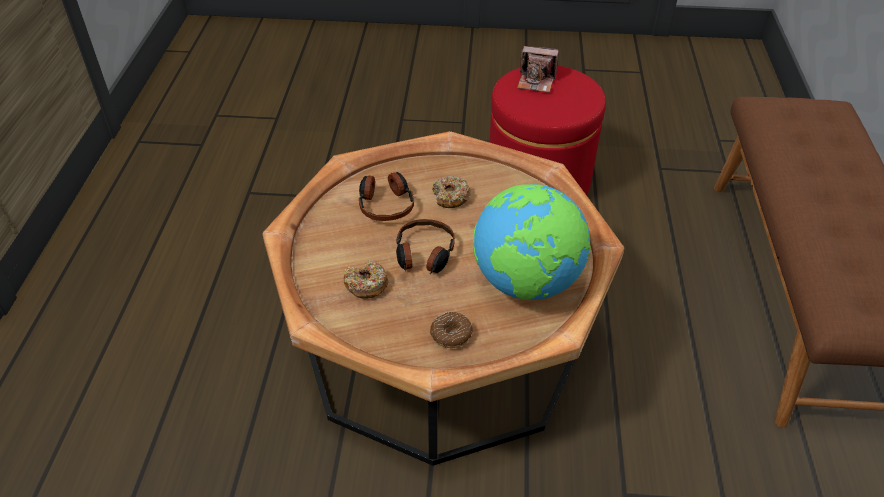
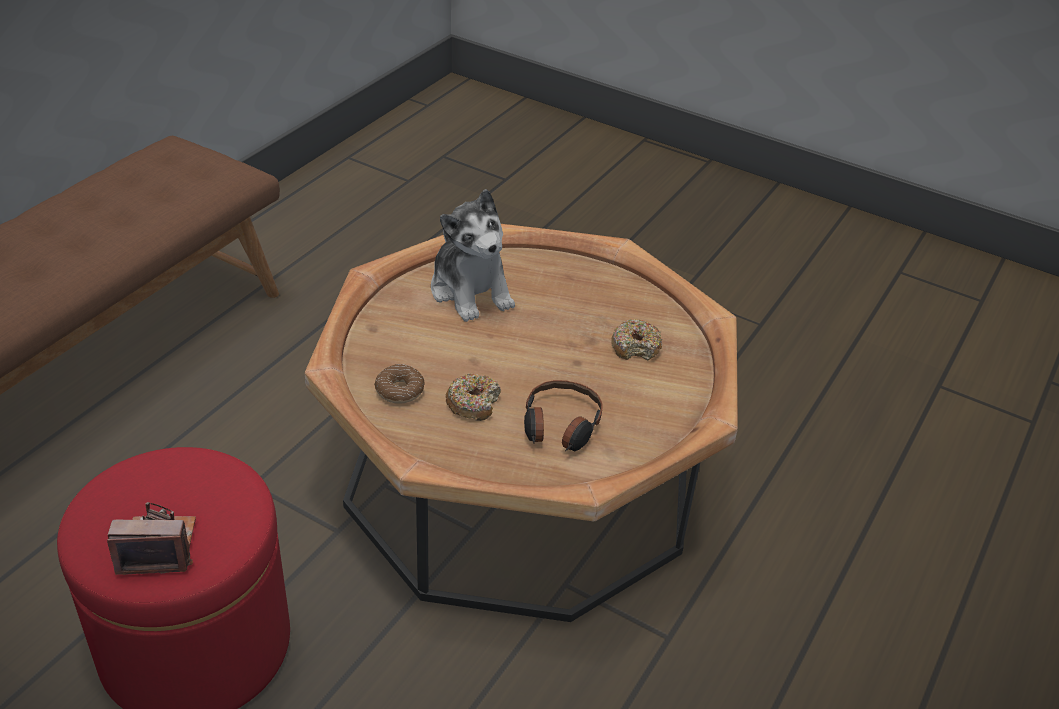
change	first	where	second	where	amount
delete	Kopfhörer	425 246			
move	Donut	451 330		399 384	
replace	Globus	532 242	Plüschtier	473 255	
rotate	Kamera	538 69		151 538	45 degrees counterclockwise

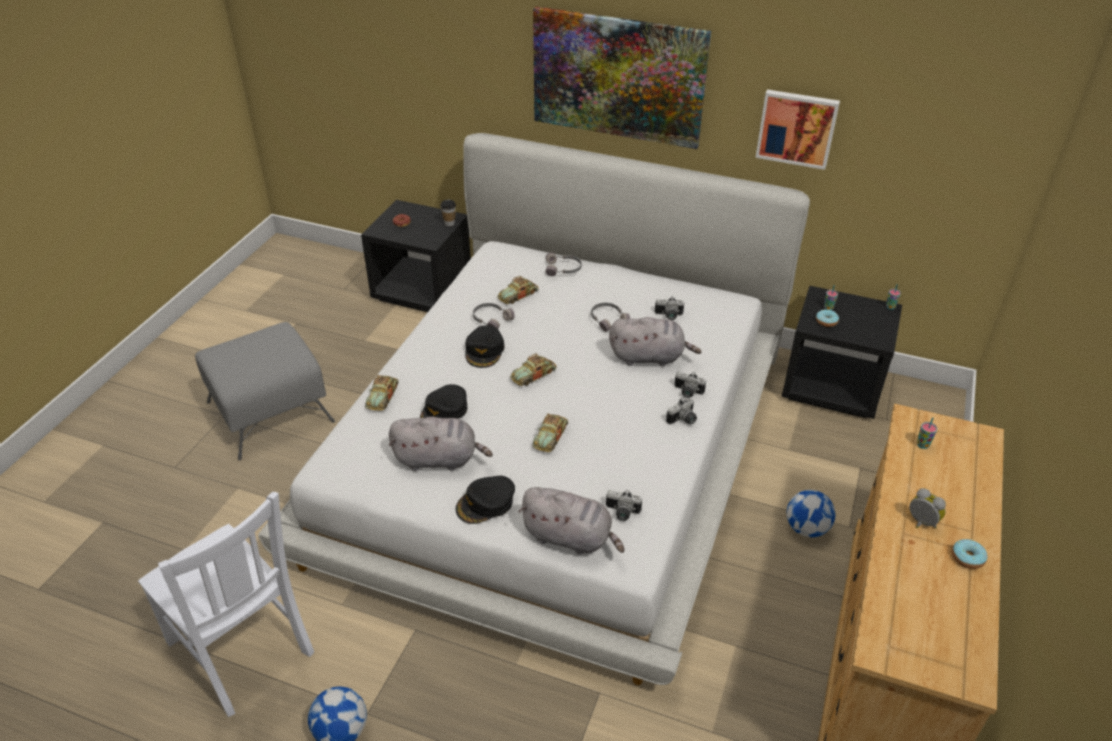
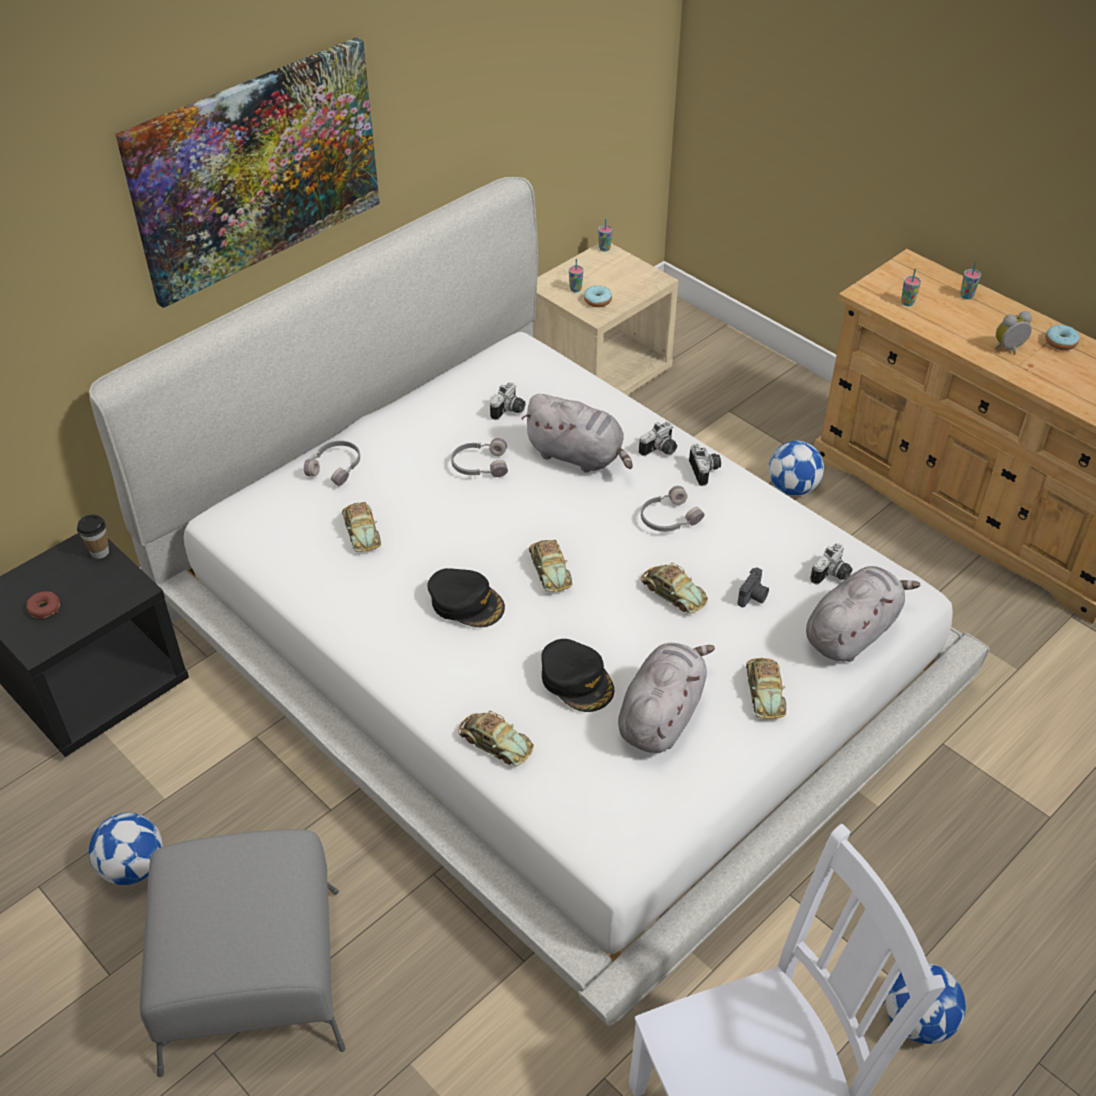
change	first	where	second	where	amount
delete	Bild	798 129			
insert			Fußball	126 849	
insert			Kamera	753 587	
insert			Tasse	970 280	
move	Kopfhörer [grau]	494 316		673 509	
replace	Kappe [schwarz]	485 500	Spielzeugauto	766 688	
recolor	Nachttisch [schwarz]	842 352	Nachttisch [beige]	606 319	
rotate	Plüschtier [grau]	655 341		577 433	90 degrees clockwise

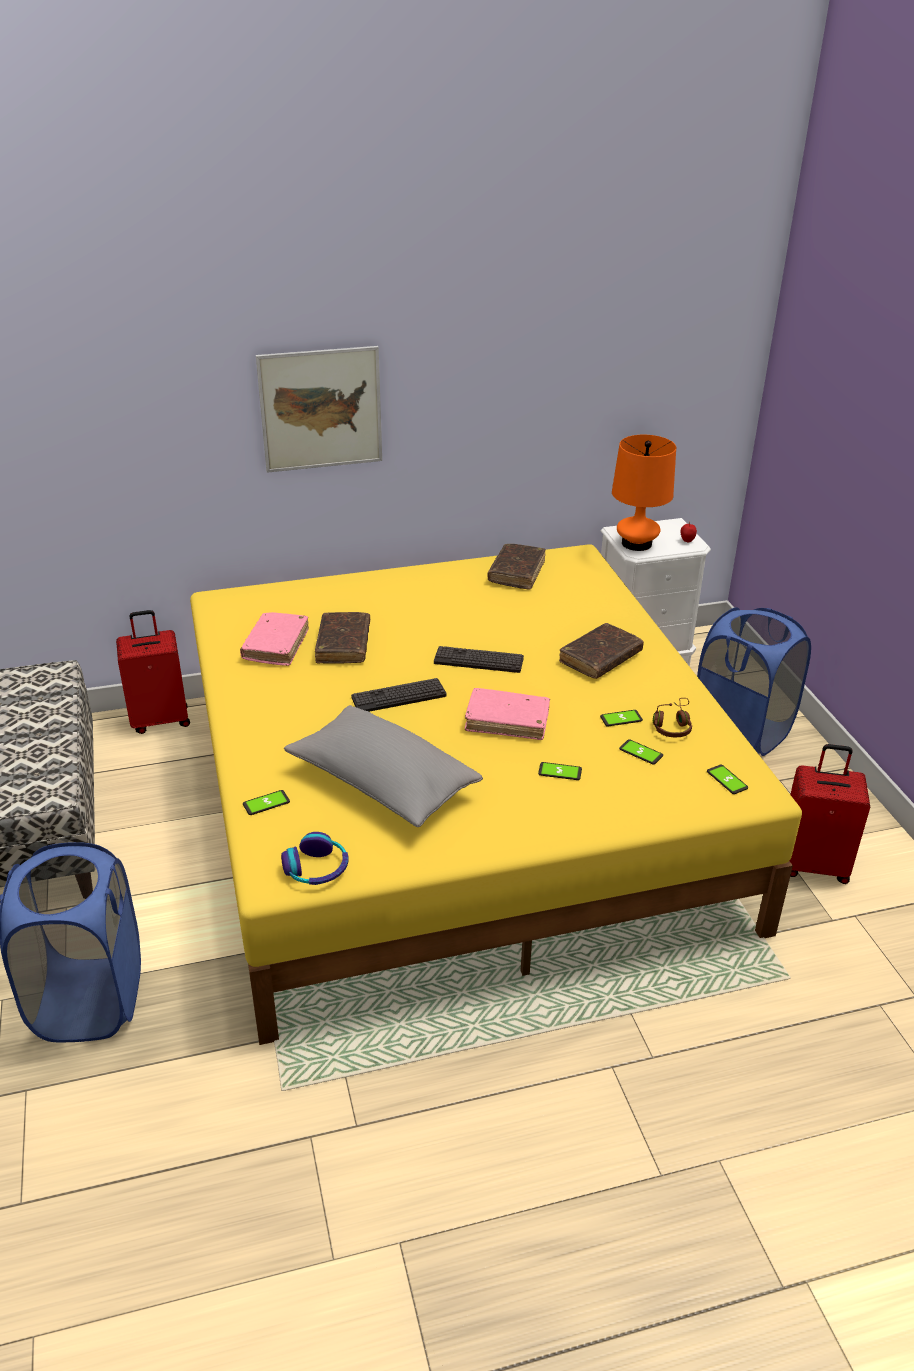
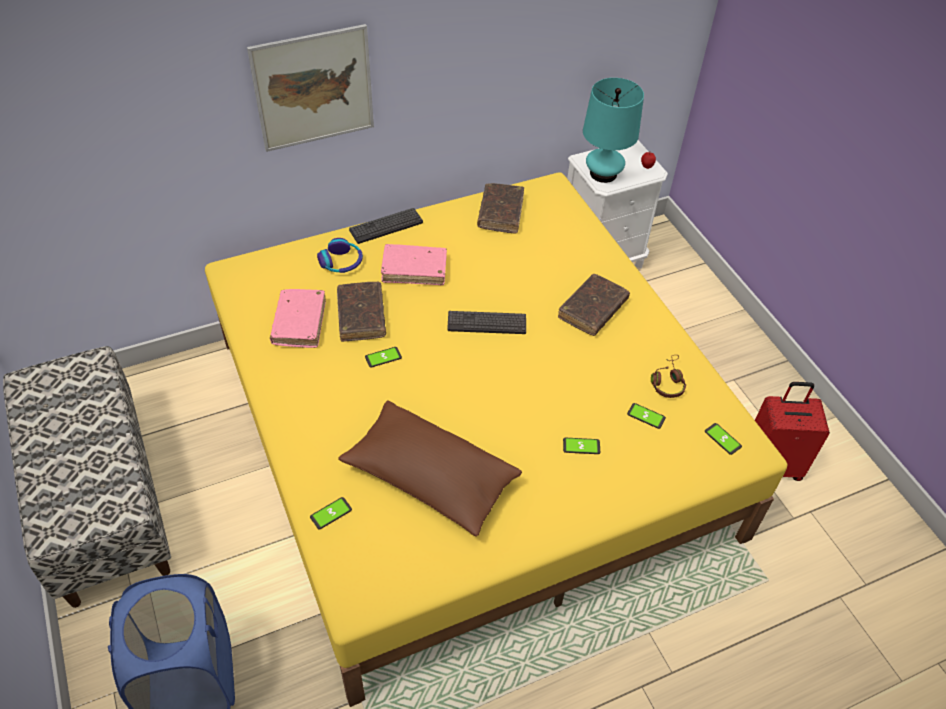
change	first	where	second	where	amount
delete	Koffer [rot]	153 672			
delete	Wäschekorb [blau]	754 681			
move	Kopfhörer	315 858		340 255	
move	Tastatur	399 695		386 226	
move	Buch [rosa]	507 714		414 264	
move	Handy	621 718		383 357	
recolor	Kissen [grau]	383 766	Kissen [braun]	430 469	
recolor	Tischlampe [orange]	644 493	Tischlampe [türkis]	613 130	

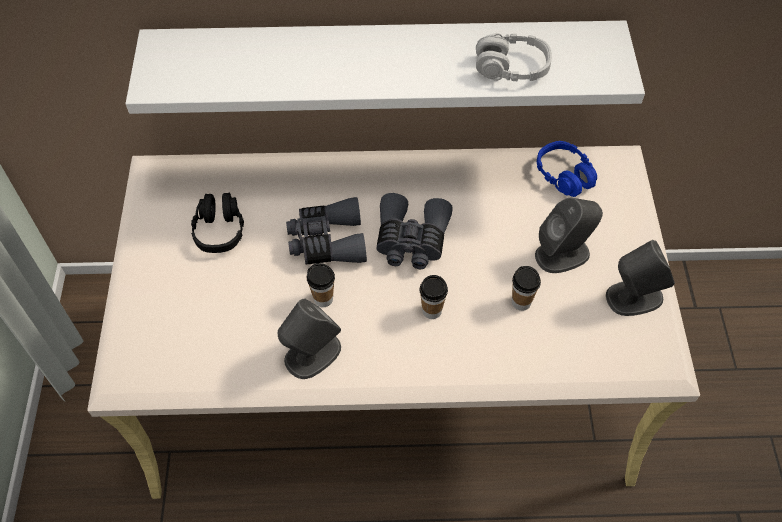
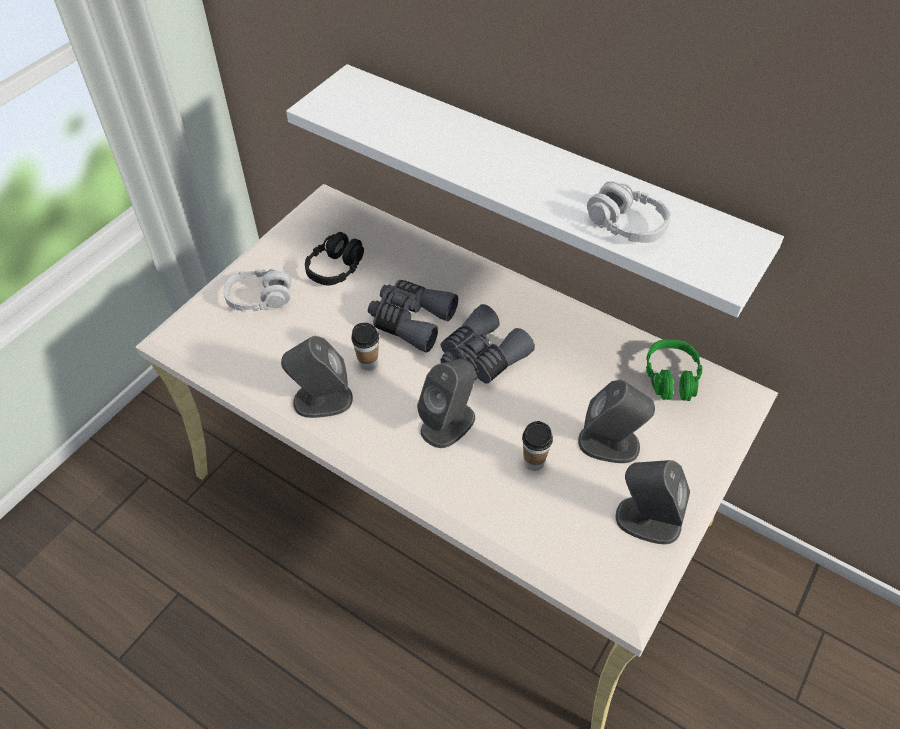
change	first	where	second	where	amount
insert			Kopfhörer [grau]	257 290	
replace	Tasse	433 297	Lautsprecher [grau]	446 403	
recolor	Kopfhörer [blau]	567 169	Kopfhörer [grün]	674 370	

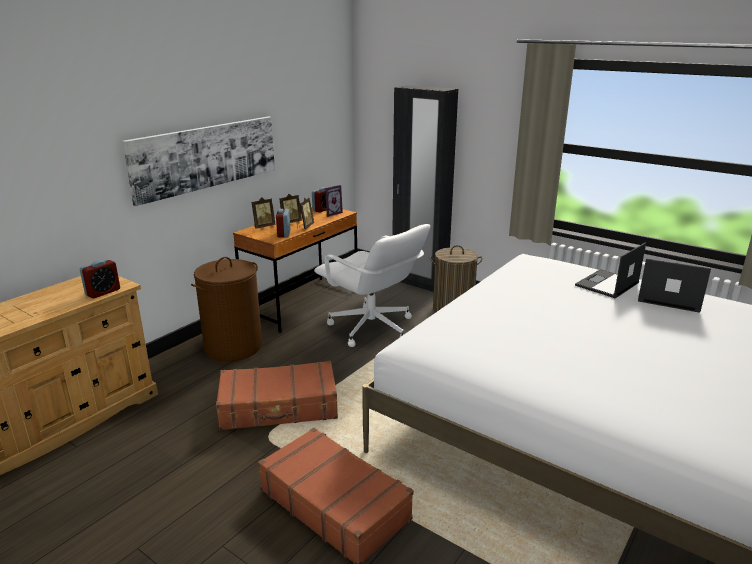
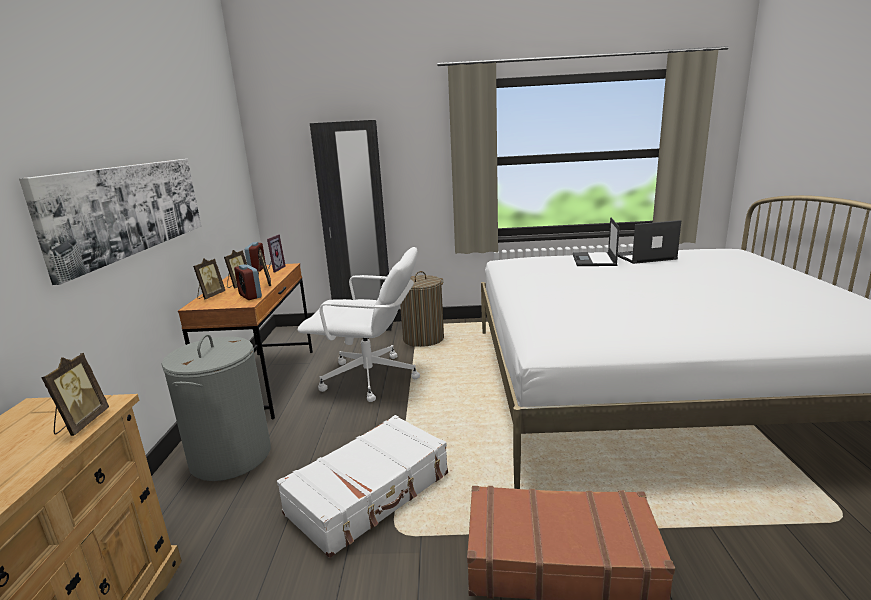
change	first	where	second	where	amount
replace	Wecker	100 278	Bilderrahmen	75 394	
recolor	Wäschekorb [braun]	226 309	Wäschekorb [grau]	216 407	
recolor	Koffer [braun]	277 395	Koffer [weiß]	362 486	

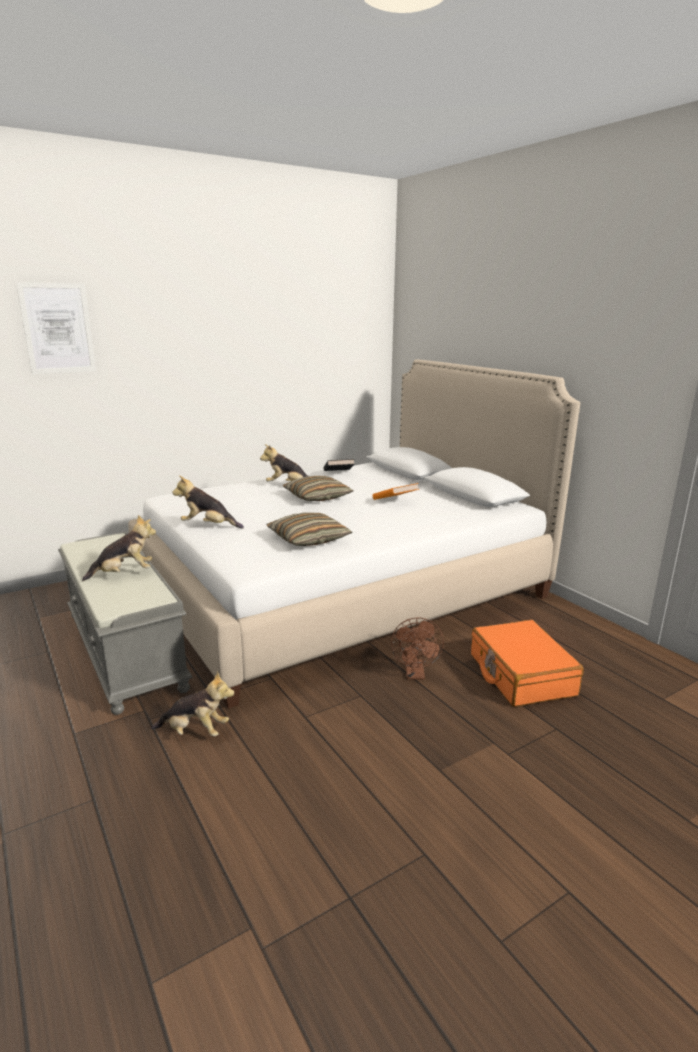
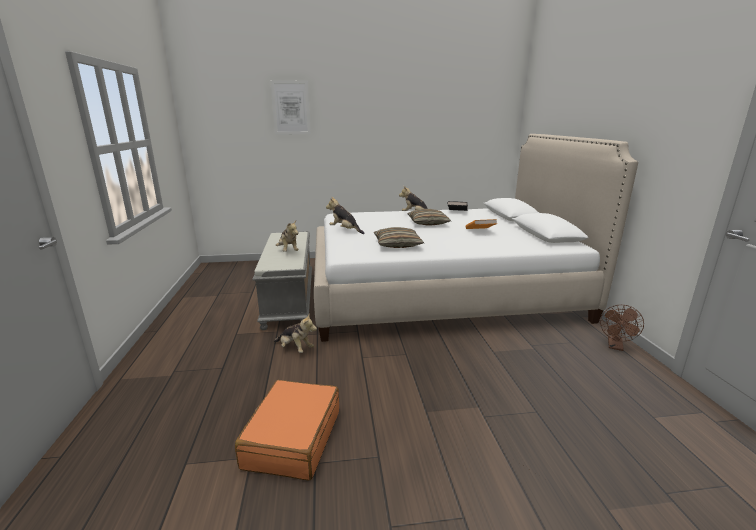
change	first	where	second	where	amount
move	Ventilator [braun]	417 648		622 328	
move	Koffer [orange]	527 663		287 430	
rotate	Plüschtier	119 548		287 236	60 degrees clockwise

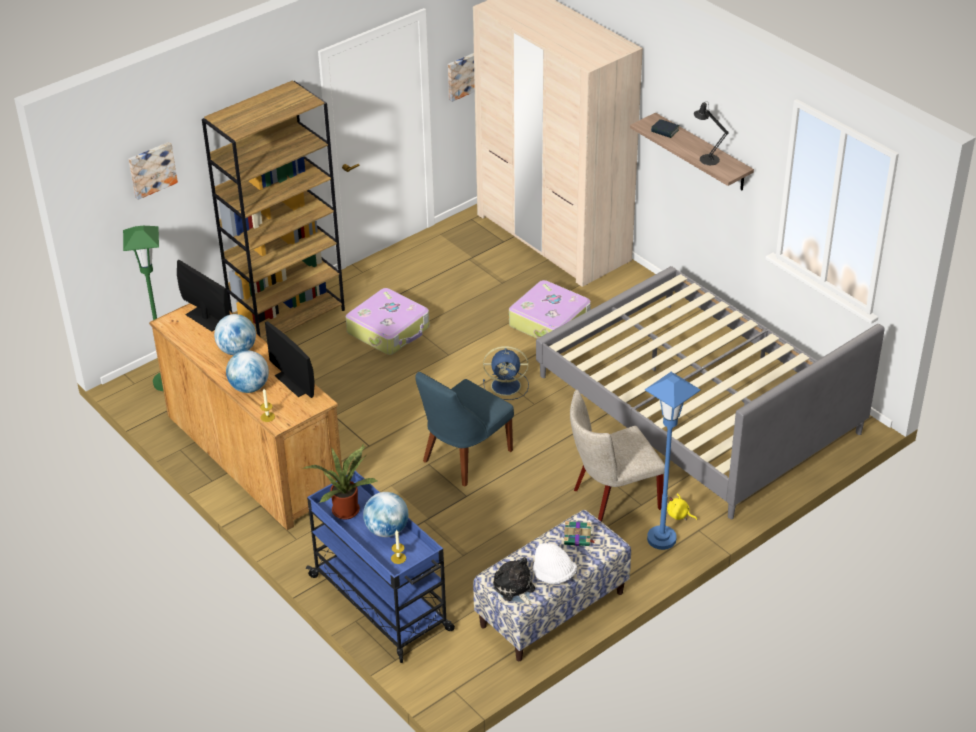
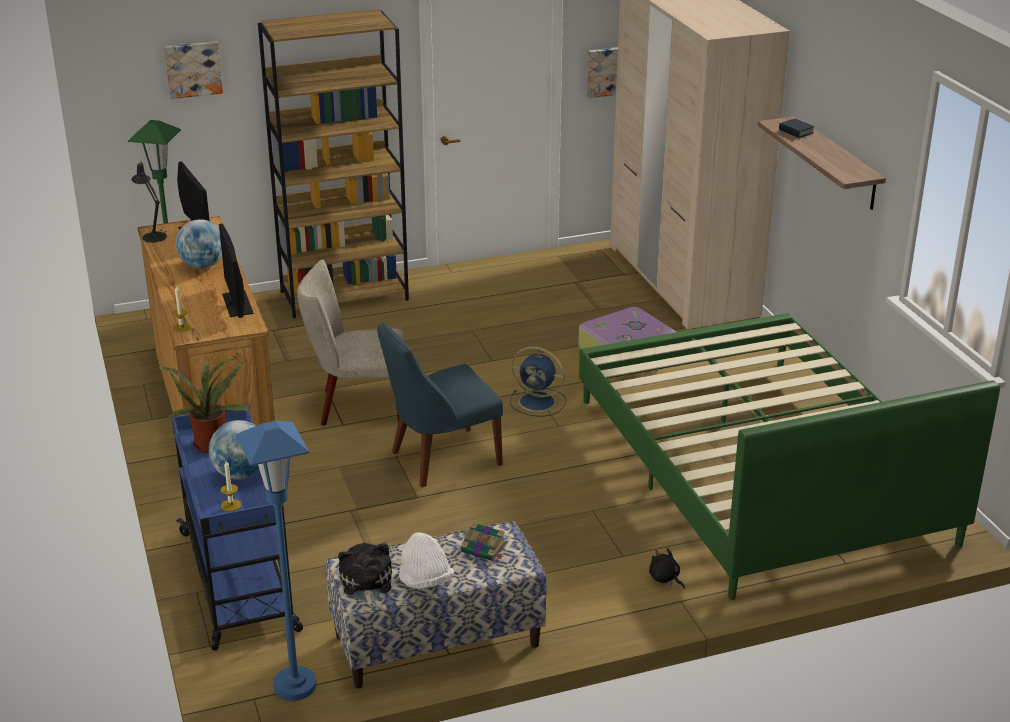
change	first	where	second	where	amount
delete	Globus	247 371			
delete	Koffer	388 321			
move	Stuhl [beige]	617 456		350 342	
move	Stehlampe [blau]	673 461		276 561	
move	Tischlampe [schwarz]	711 133		149 202	
recolor	Bett [grau]	710 392	Bett [grün]	789 456	
recolor	Plüschtier [gelb]	682 507	Plüschtier [schwarz]	667 568	

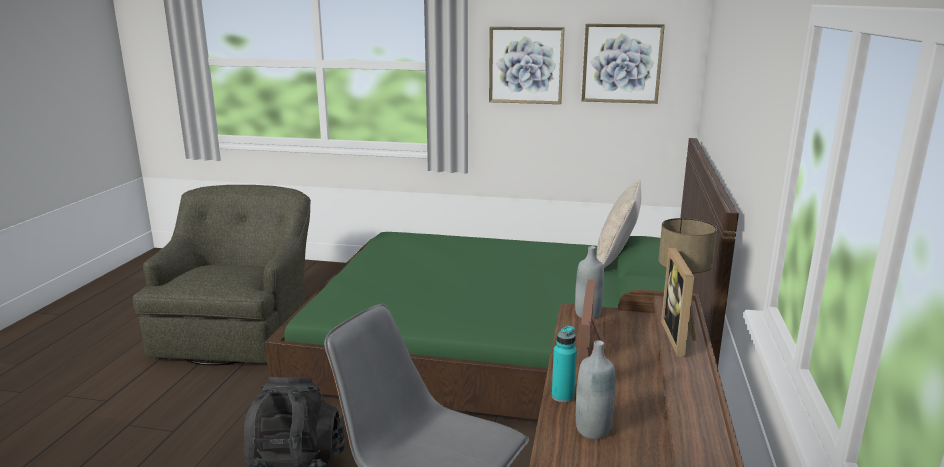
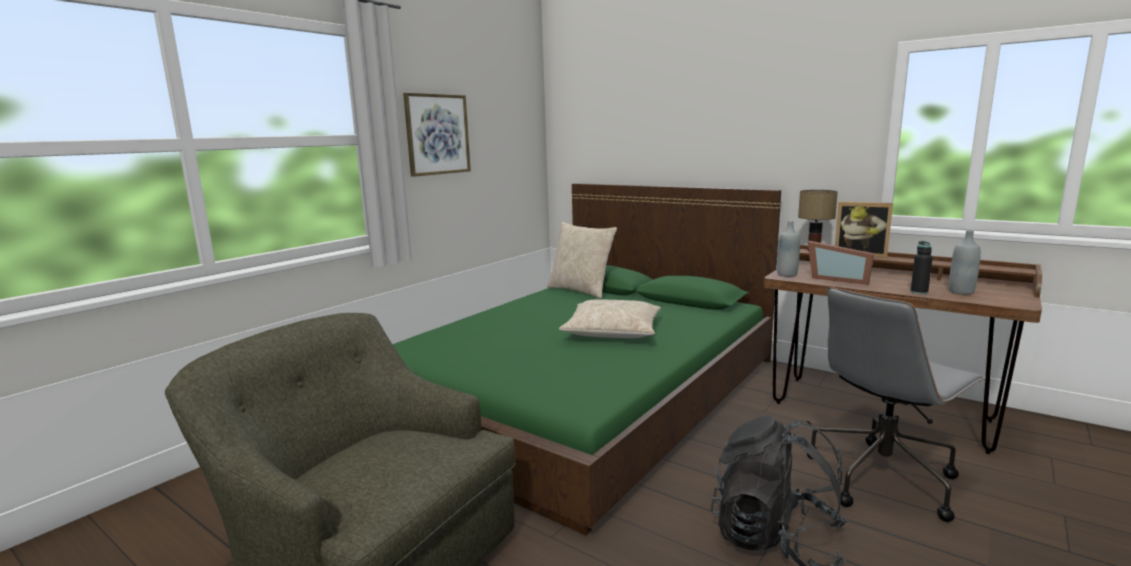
change	first	where	second	where	amount
delete	Bild	623 64			
insert			Kissen [beige]	610 318	
recolor	Flasche [türkis]	564 364	Flasche [schwarz]	921 268	

